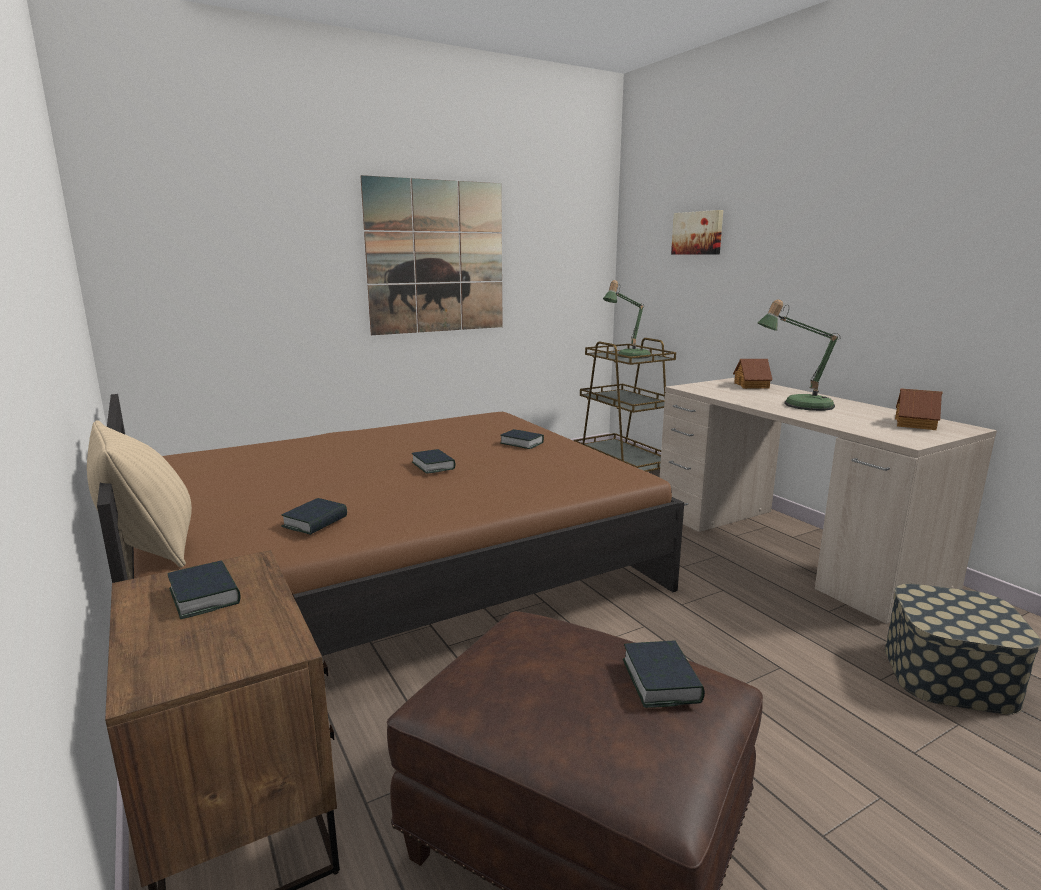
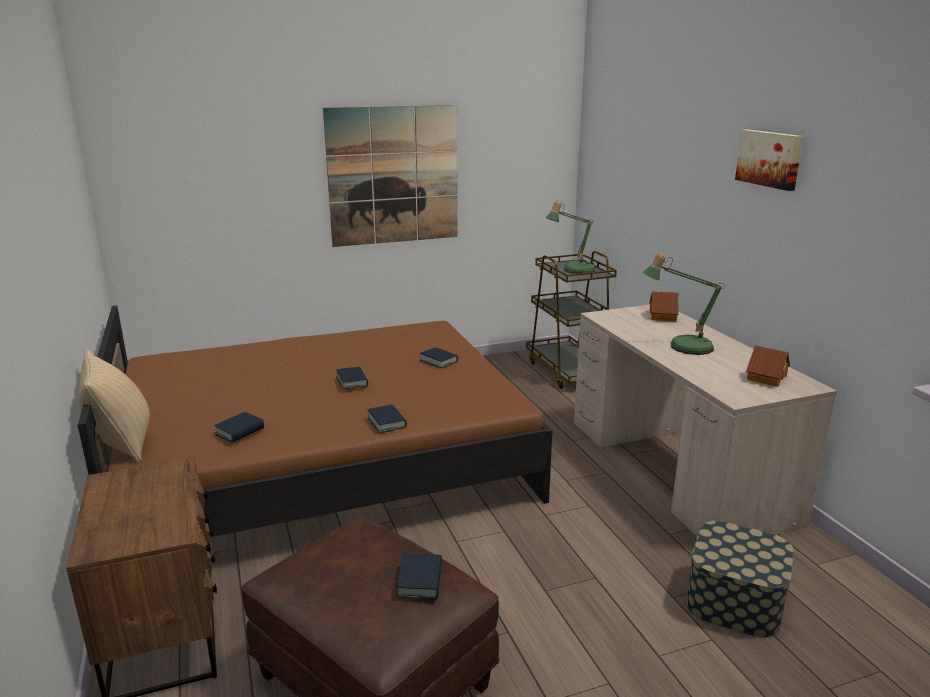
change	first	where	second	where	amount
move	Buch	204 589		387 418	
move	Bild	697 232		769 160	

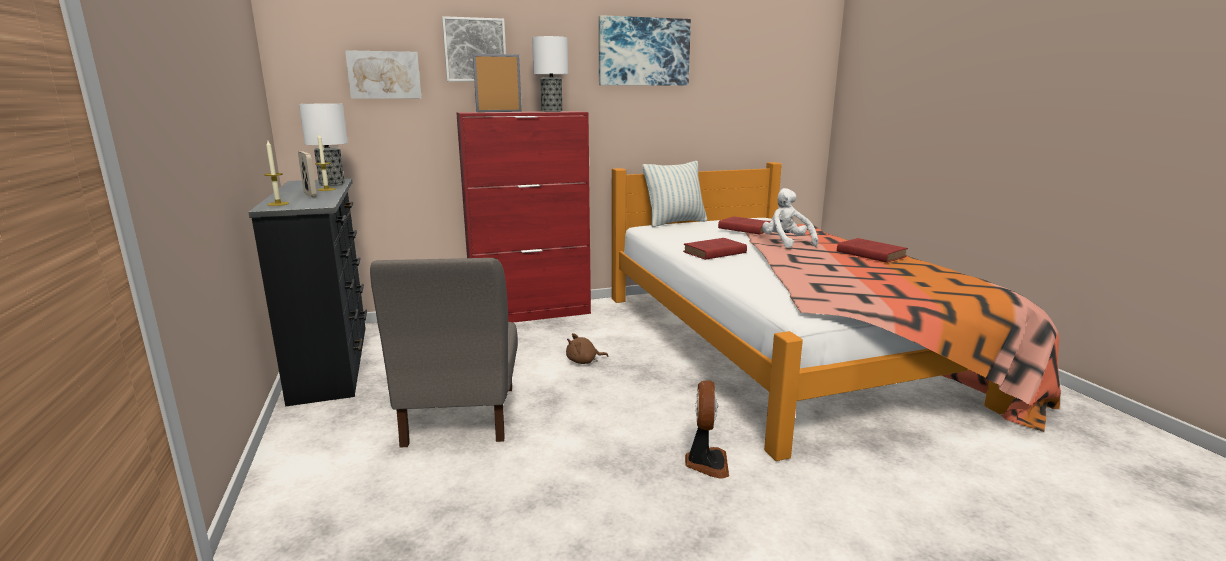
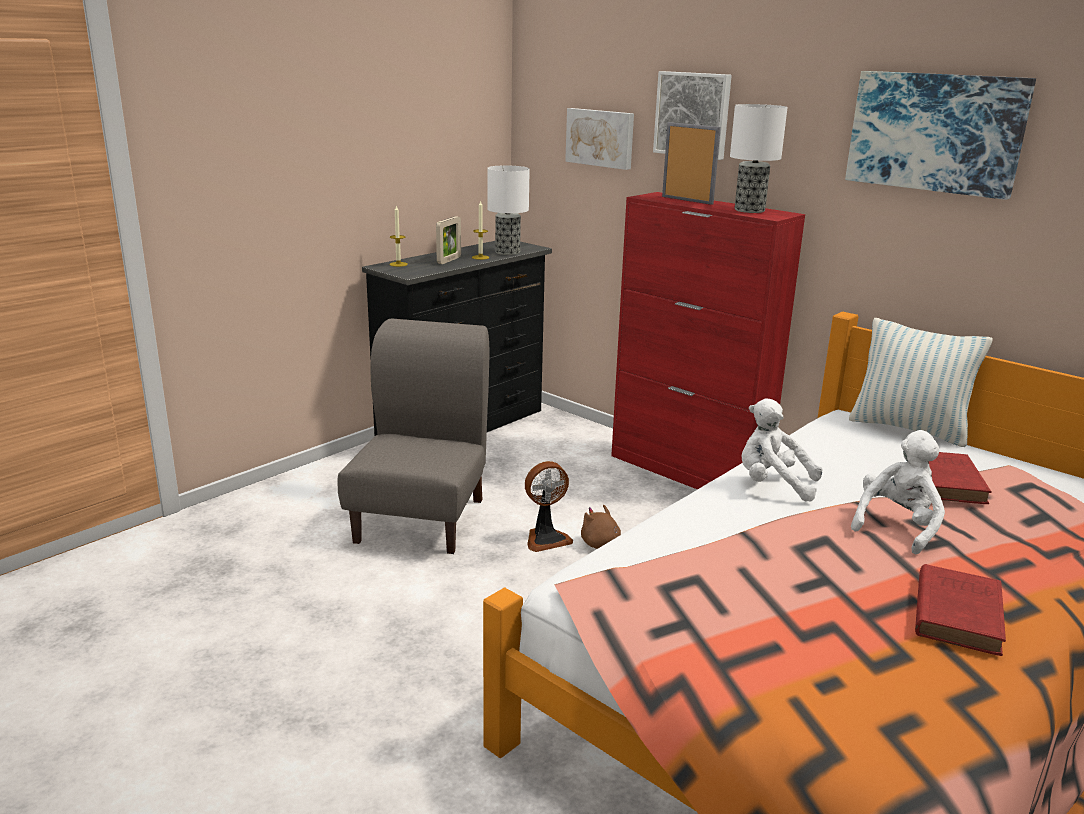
change	first	where	second	where	amount
move	Ventilator	707 429		549 506	
replace	Buch [rot]	715 249	Plüschtier [weiß]	782 450	
rotate	Stuhl [grau]	444 353		413 436	135 degrees clockwise

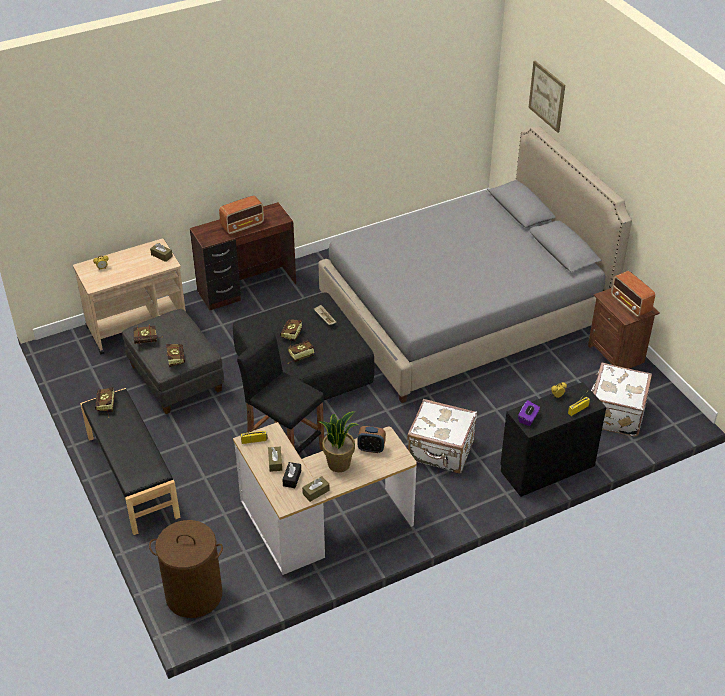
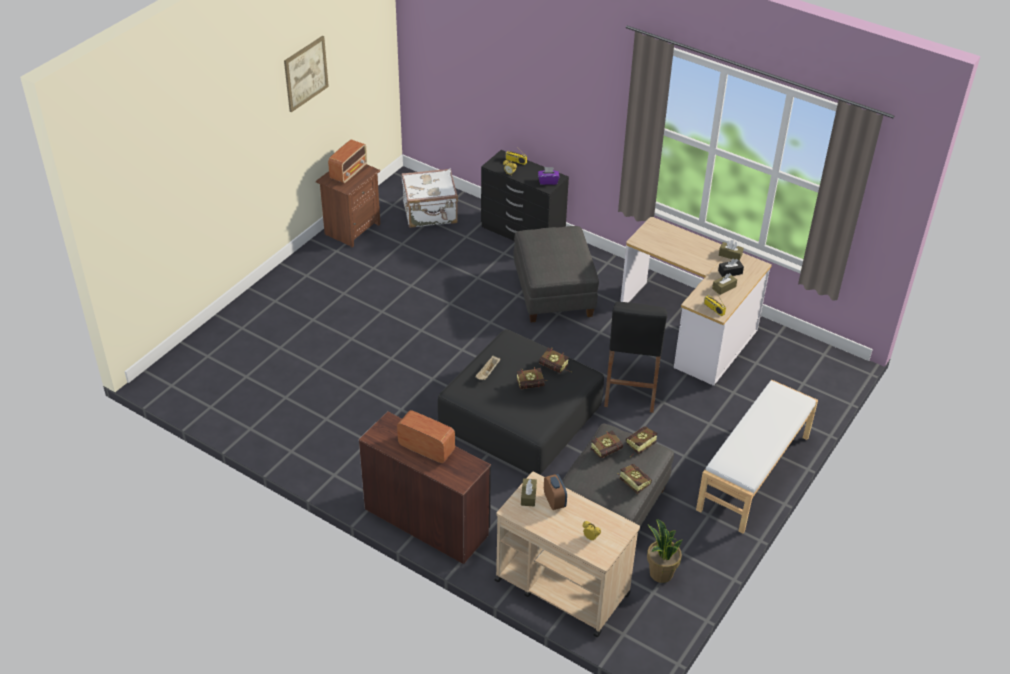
change	first	where	second	where	amount
delete	Wäschekorb [braun]	186 569			
delete	Bett [grau]	475 264			
move	Buch	105 402		607 444	
move	Topfpflanze	338 441		665 551	
move	Wecker	372 439		555 492	
move	Bild	546 97		306 74	
replace	Koffer [weiß]	442 436	Polsterhocker [grau]	556 274	
recolor	Bank [schwarz]	130 461	Bank [weiß]	757 456	

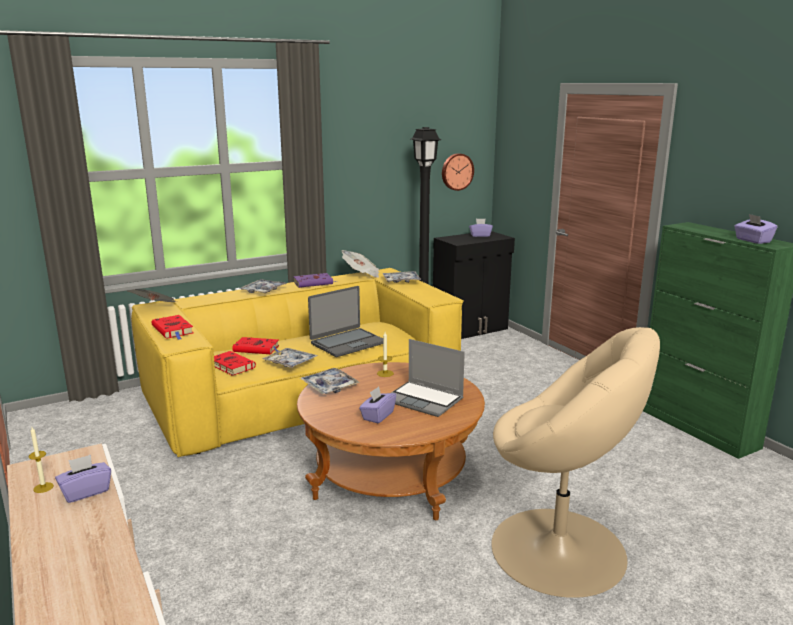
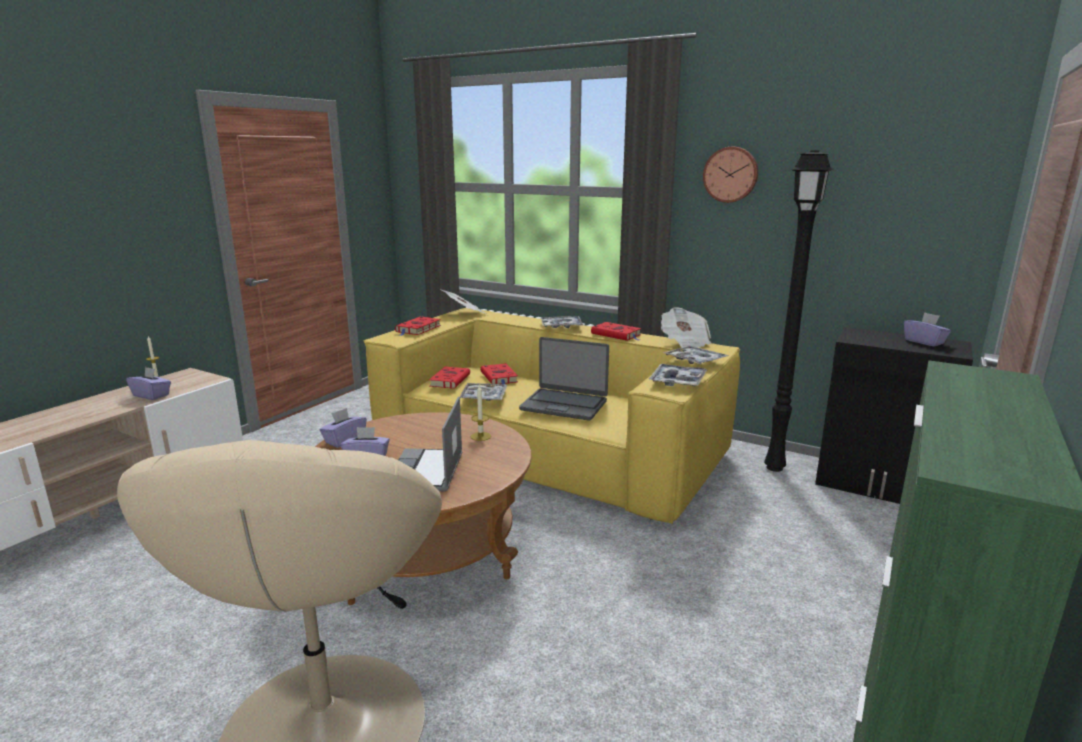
change	first	where	second	where	amount
move	Tablett	330 381		678 375	
move	Wanduhr	458 172		730 175	
move	Taschentuchbox [lila]	755 229		343 428	
recolor	Buch [lila]	315 280	Buch [rot]	616 331	

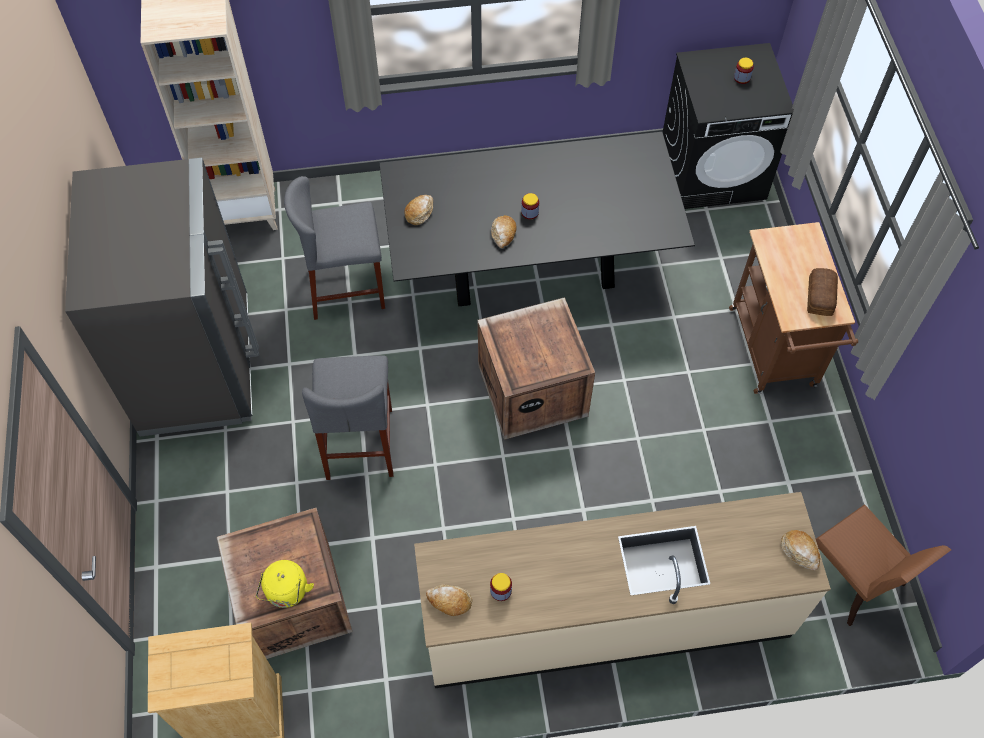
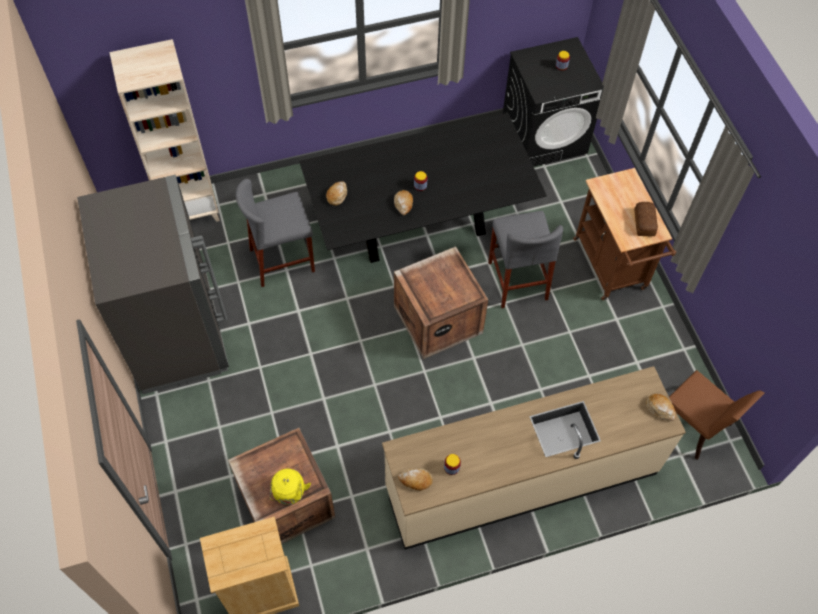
change	first	where	second	where	amount
move	Hocker [grau]	347 417		525 259	

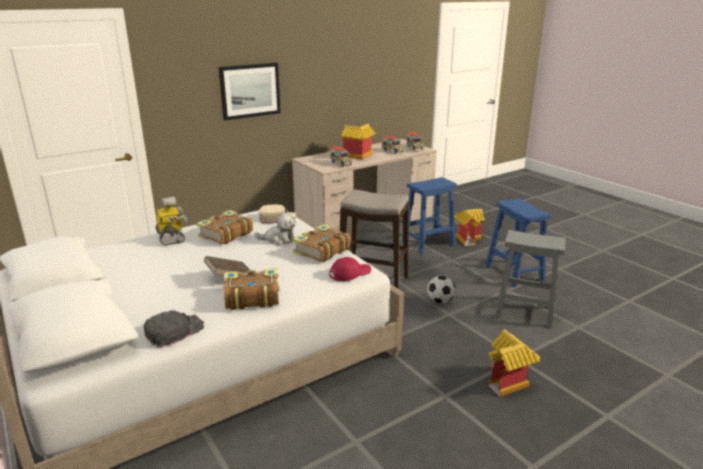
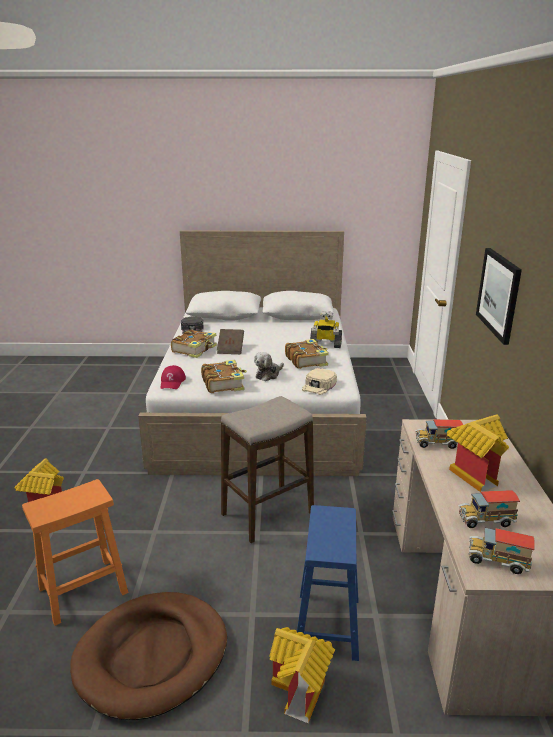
change	first	where	second	where	amount
delete	Fußball	441 290			
replace	Hocker [blau]	518 242	Hundebett [braun]	148 656	
recolor	Hocker [grau]	530 279	Hocker [orange]	75 552	

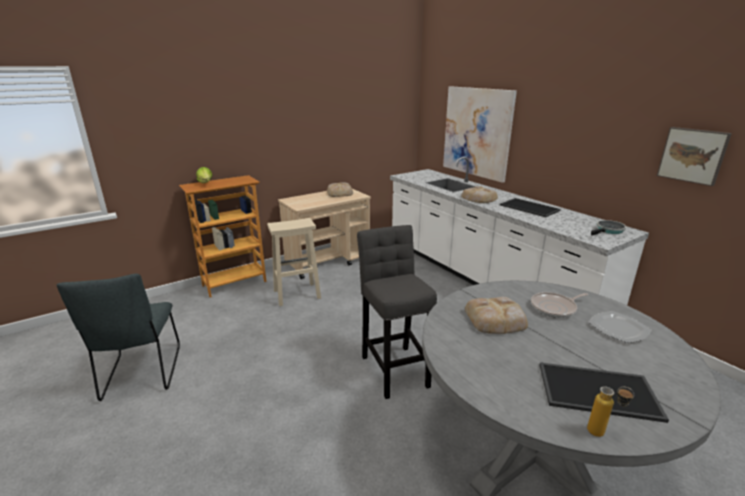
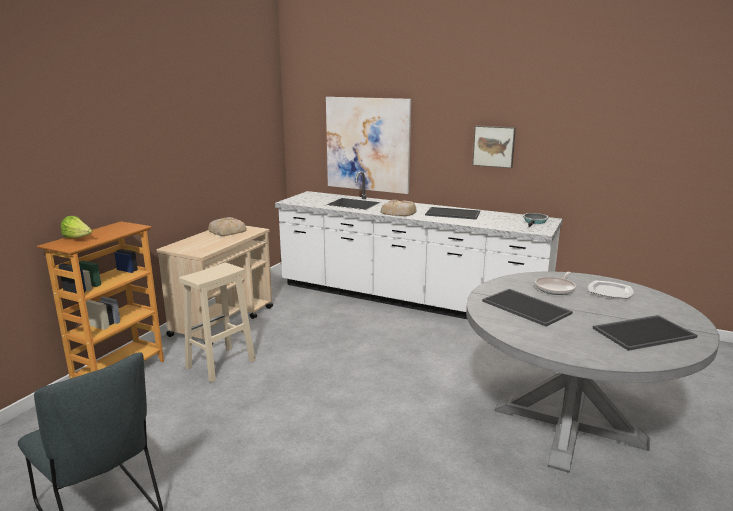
change	first	where	second	where	amount
delete	Hocker [grau]	397 312			
delete	Flasche	610 411			
move	Bild	694 156		494 147	
replace	Brot	496 315	Tablett	527 308	

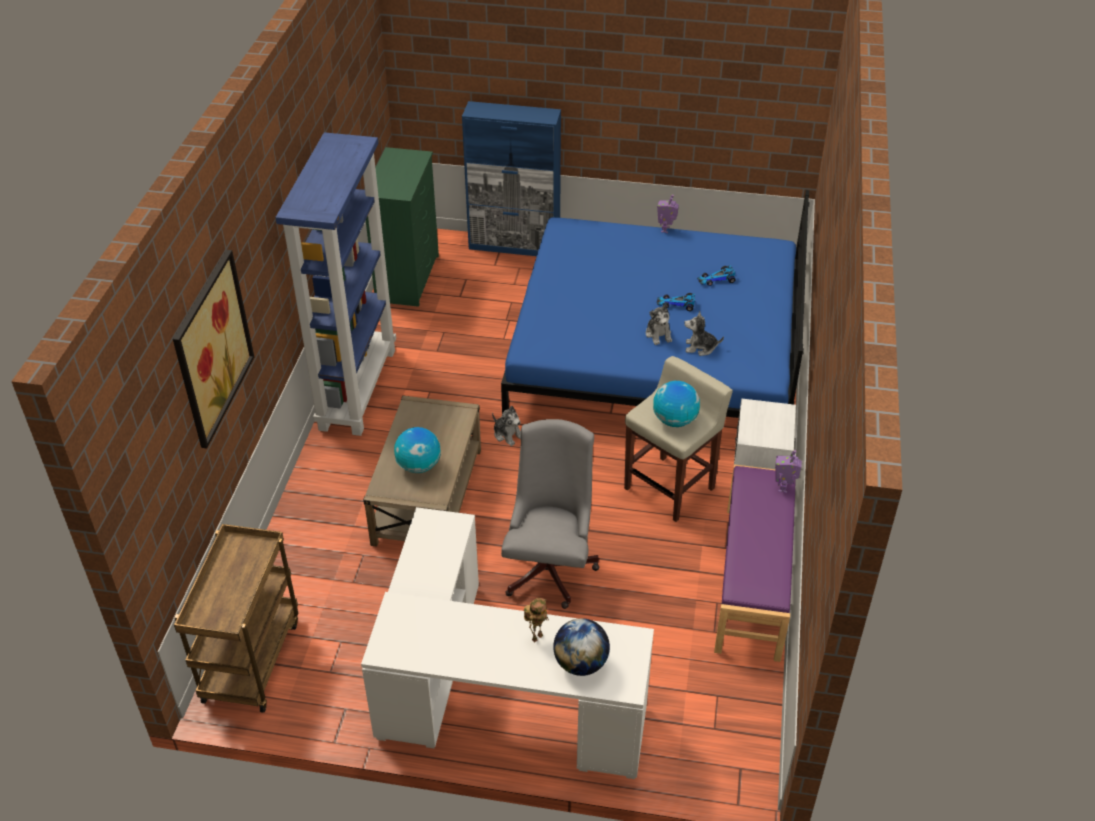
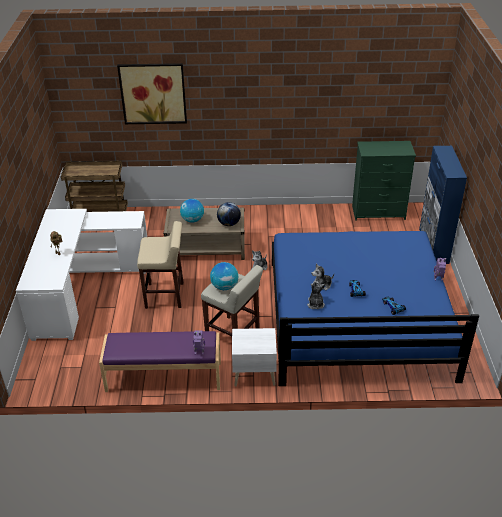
change	first	where	second	where	amount
delete	Bücherregal [blau]	335 284			
move	Globus	581 647		229 214	
replace	Bürostuhl [grau]	550 514	Hocker [beige]	160 265	

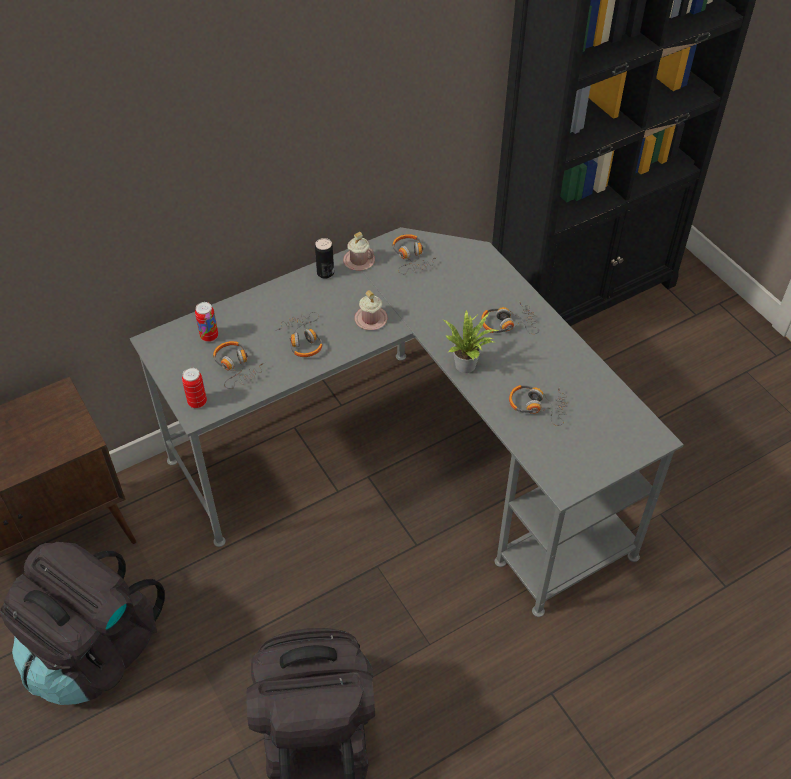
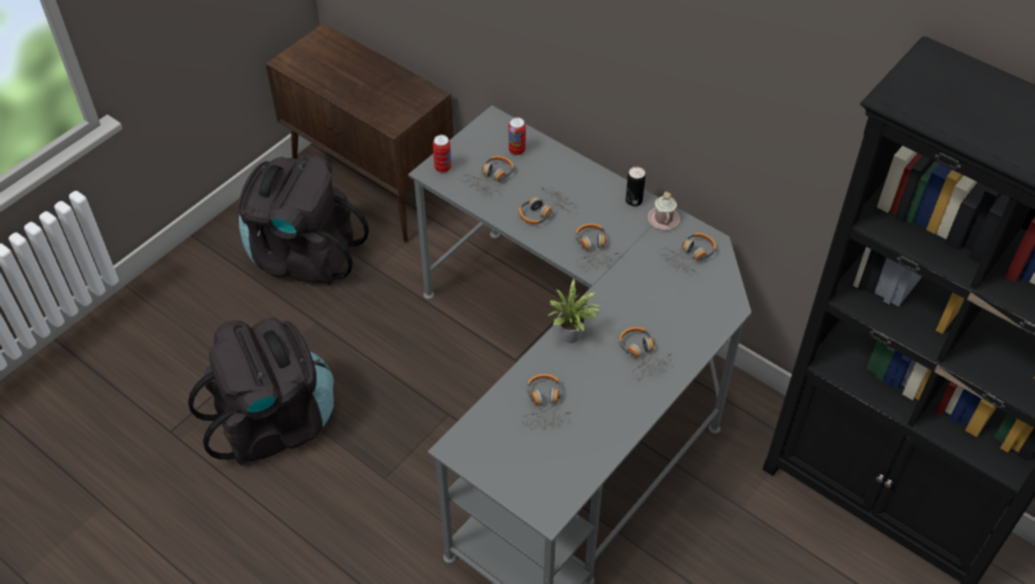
change	first	where	second	where	amount
replace	Henkelbecher [rosa]	371 310	Kopfhörer	598 246	

